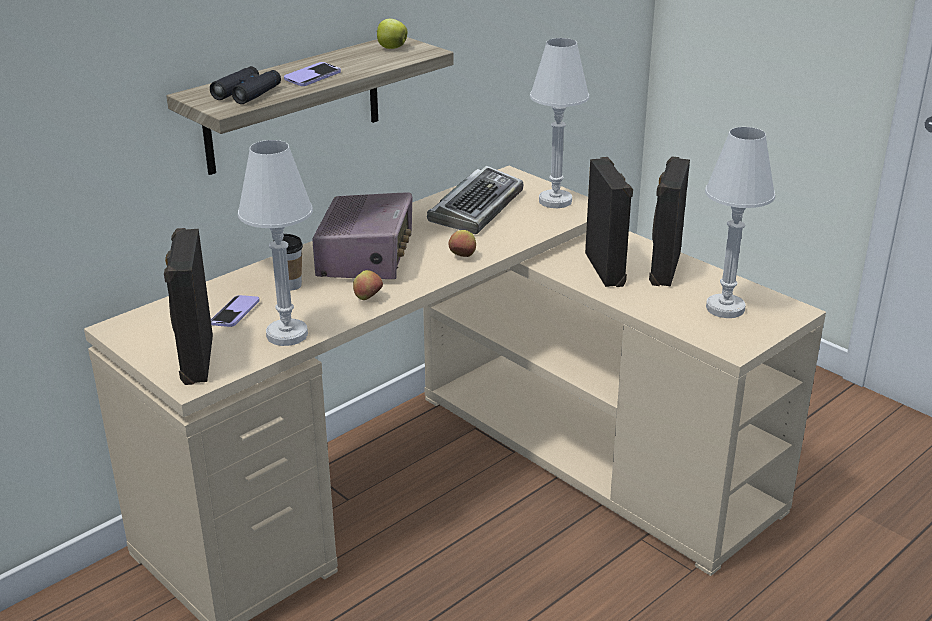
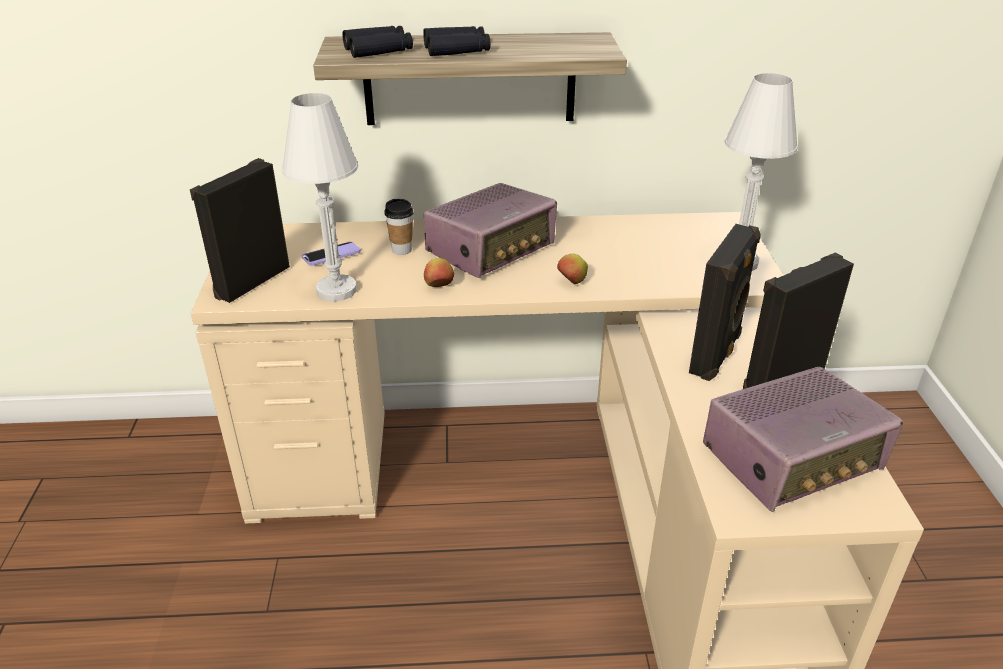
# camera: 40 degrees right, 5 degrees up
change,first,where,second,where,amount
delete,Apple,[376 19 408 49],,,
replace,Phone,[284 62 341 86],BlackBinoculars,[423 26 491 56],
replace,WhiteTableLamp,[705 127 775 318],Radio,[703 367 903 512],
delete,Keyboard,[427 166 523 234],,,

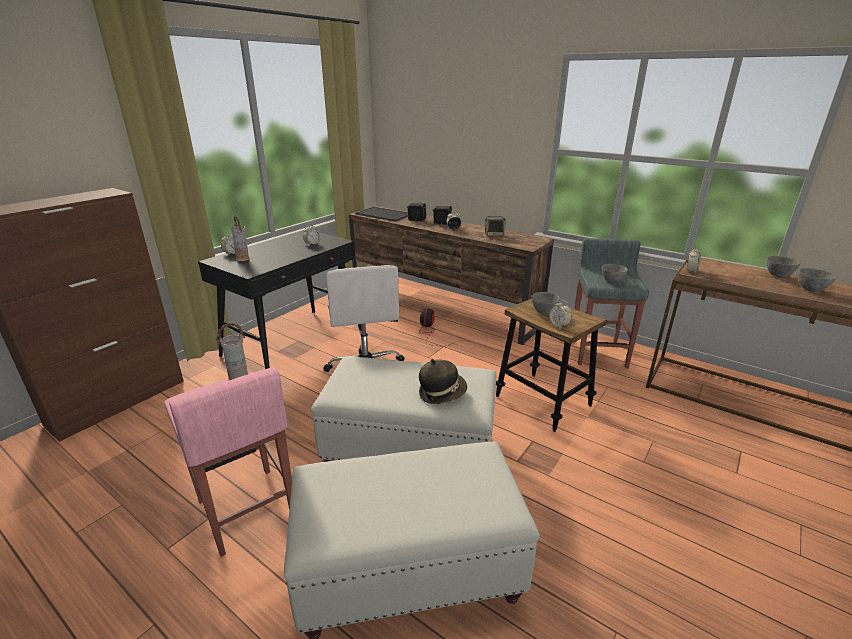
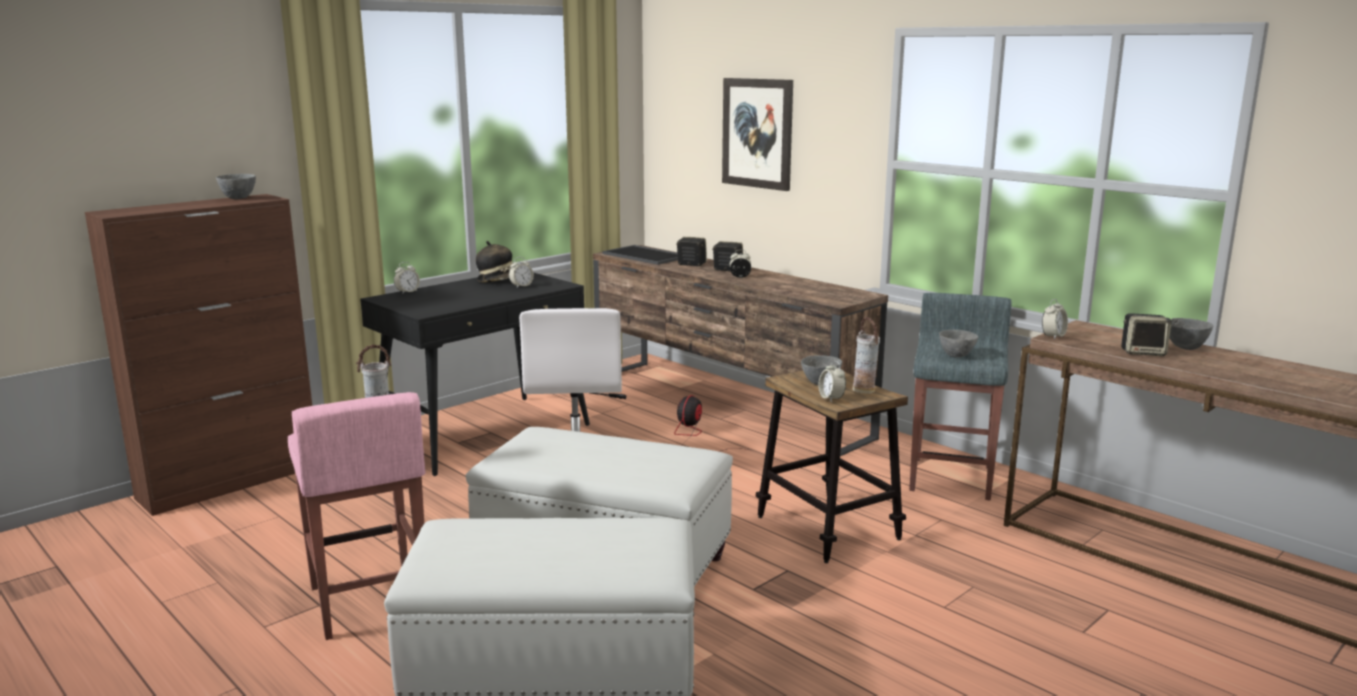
# camera: 10 degrees right, 10 degrees down
change,first,where,second,where,amount
move,Vase,[231 215 249 261],,[853 317 880 394],
move,Speaker,[485 216 506 236],,[1121 313 1172 356],
move,GreyBowl,[798 268 837 292],,[216 174 256 199],
move,Hat,[419 359 467 404],,[476 241 513 283],
insert,,,Picture,[722 78 793 191],

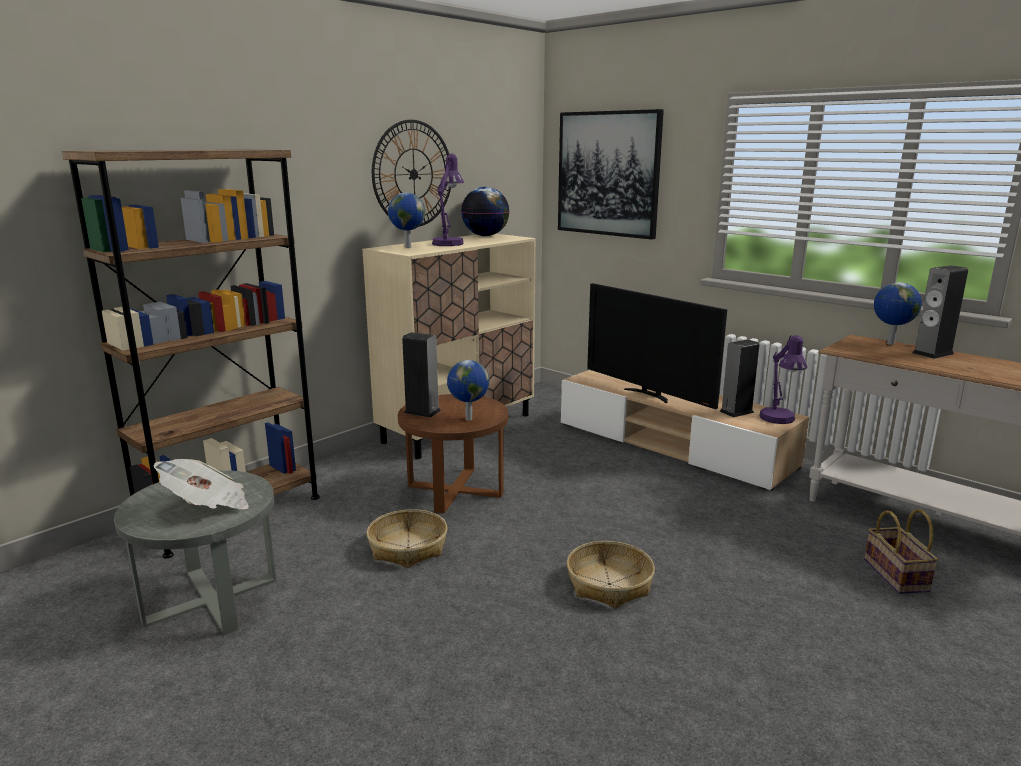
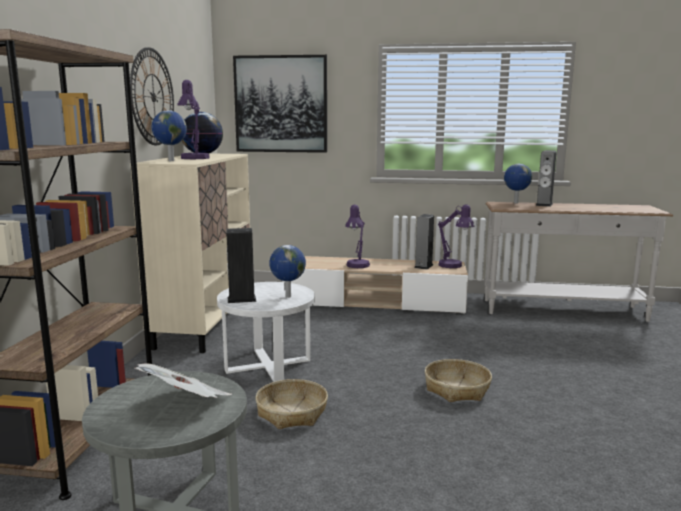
# camera: 35 degrees left, 5 degrees down
change,first,where,second,where,amount
replace,Television,[587 283 727 409],PurpleTableLamp,[345 205 370 268],
recolor,BrownSideTable,[398 394 509 513],WhiteSideTable,[217 282 315 382],
delete,Basket,[864 509 938 594],,,

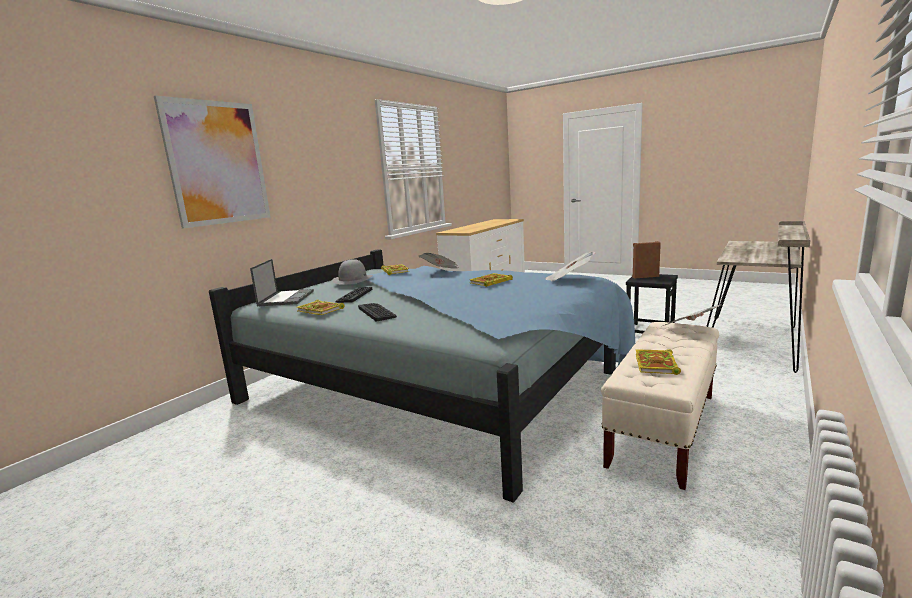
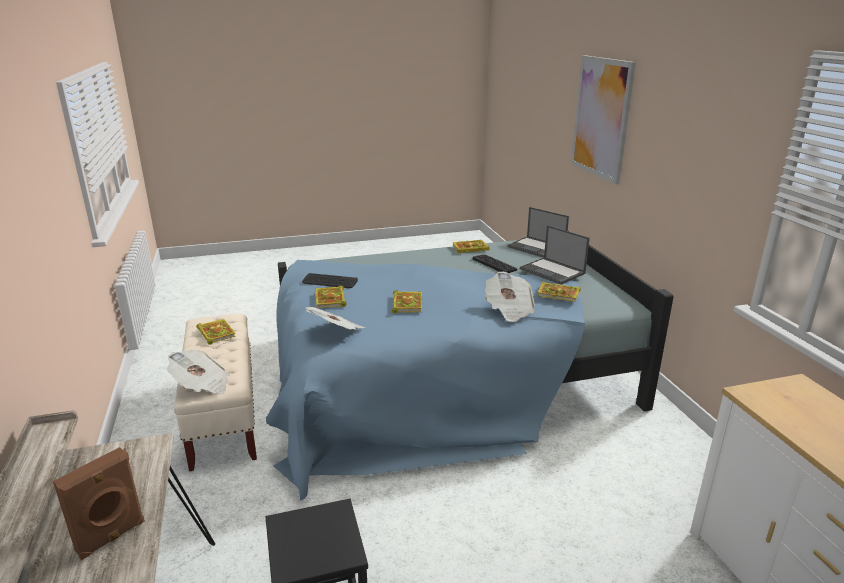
# camera: 130 degrees right, 10 degrees up
change,first,where,second,where,amount
move,BrownSpeaker,[632 241 661 278],,[53 447 145 560],
replace,GreyHat,[332 259 373 285],Laptop,[520 225 590 285],
move,Keyboard,[358 303 397 321],,[302 273 358 288],
insert,,,Book,[315 286 347 308],

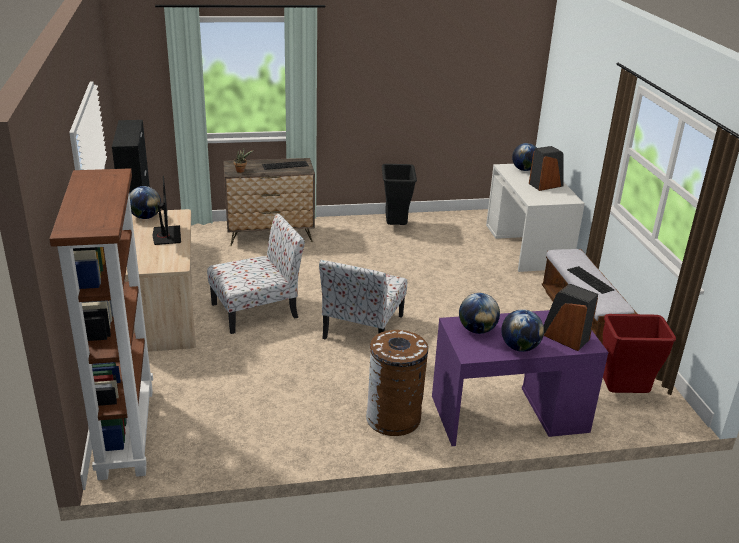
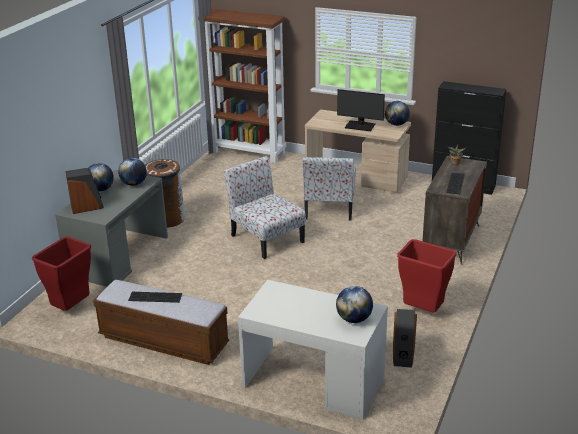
# camera: 125 degrees right, 0 degrees up
change,first,where,second,where,amount
move,Speaker,[529 146 563 191],,[393 309 417 368],
recolor,BlackTrashCan,[382 164 417 225],RedTrashCan,[397 239 456 312],
recolor,PurpleDesk,[432 310 608 446],GreyDesk,[55 170 168 287],

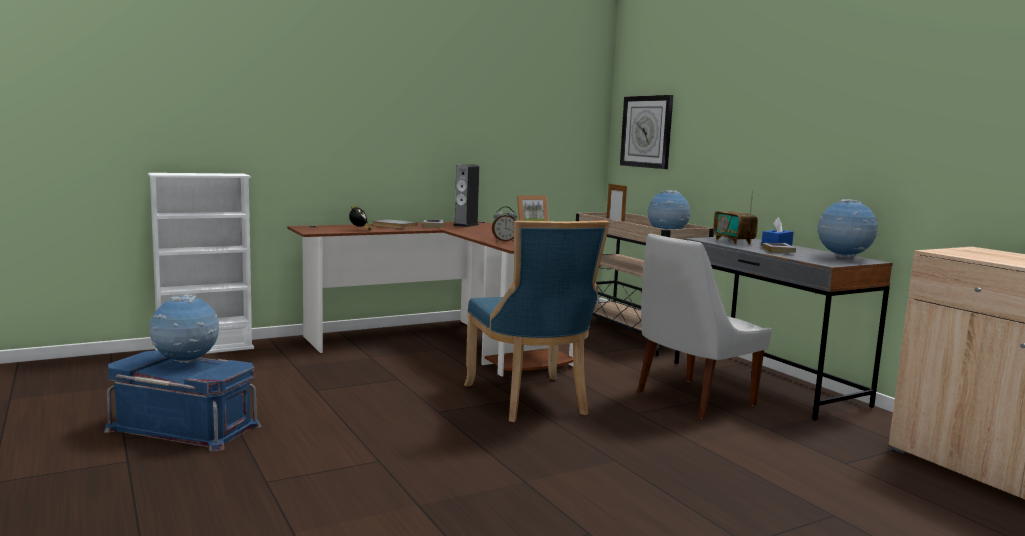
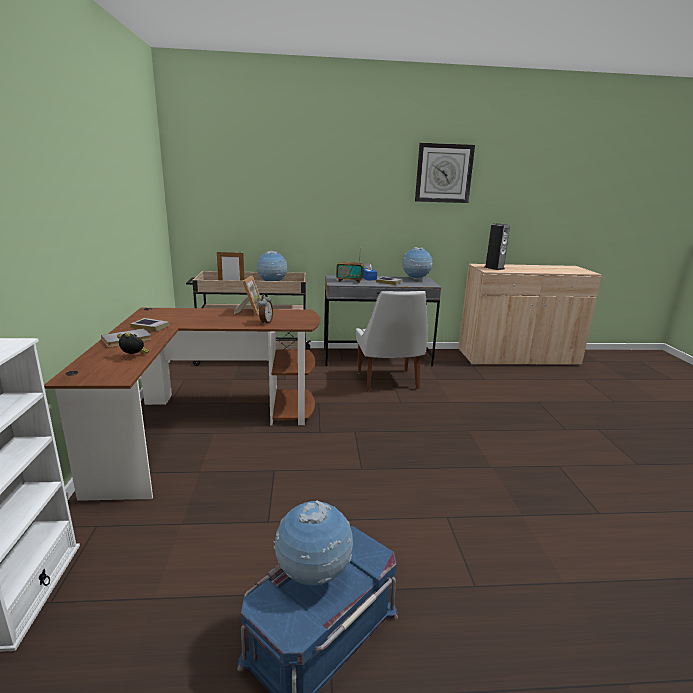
# camera: 65 degrees left, 10 degrees up
change,first,where,second,where,amount
move,WallClock,[620 95 673 169],,[415 143 475 203],
move,Speaker,[453 164 479 227],,[485 223 510 270],
delete,BlueChair,[464 221 610 422],,,

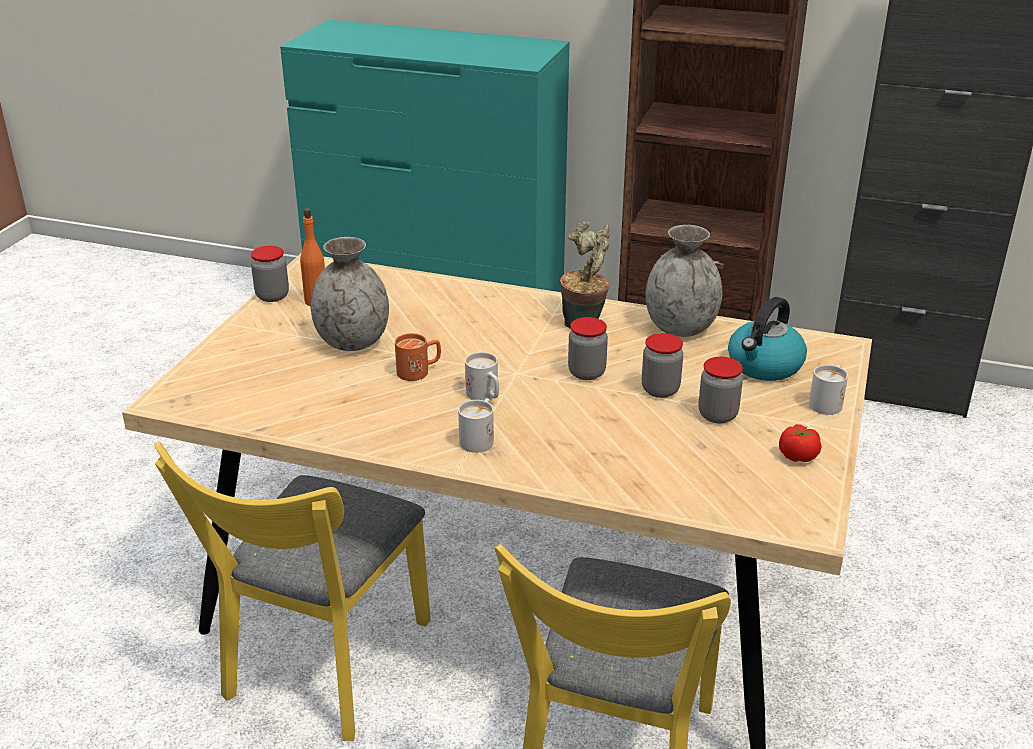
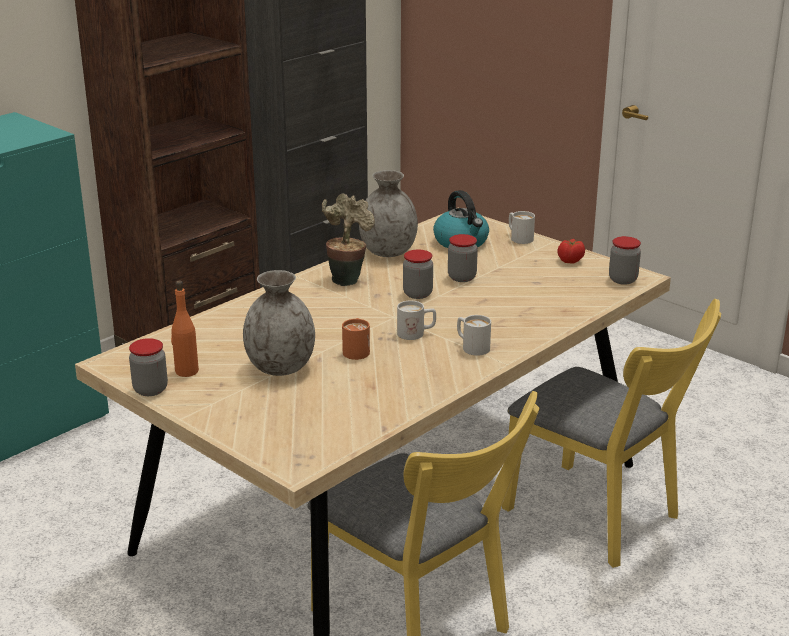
# camera: 65 degrees left, 5 degrees down
change,first,where,second,where,amount
move,Jar,[698 357 743 423],,[609 236 641 285],

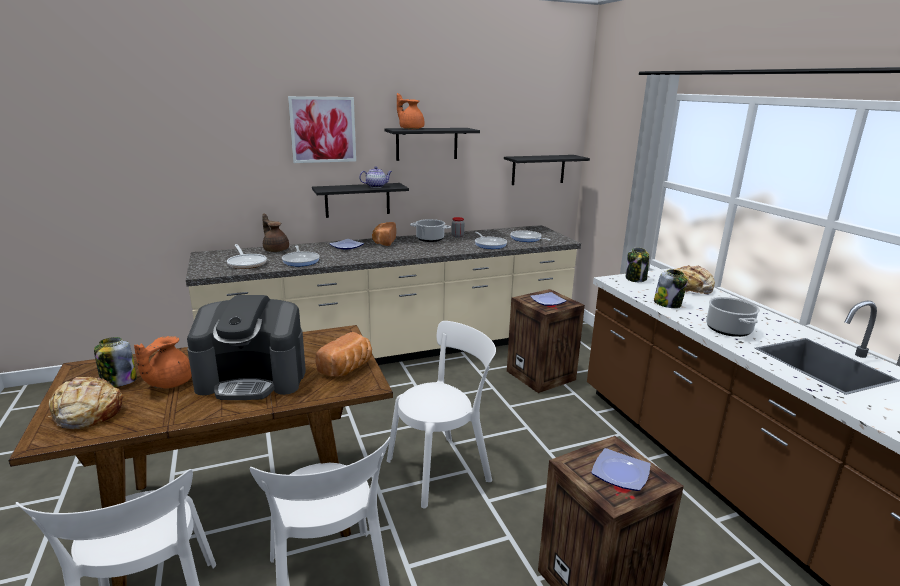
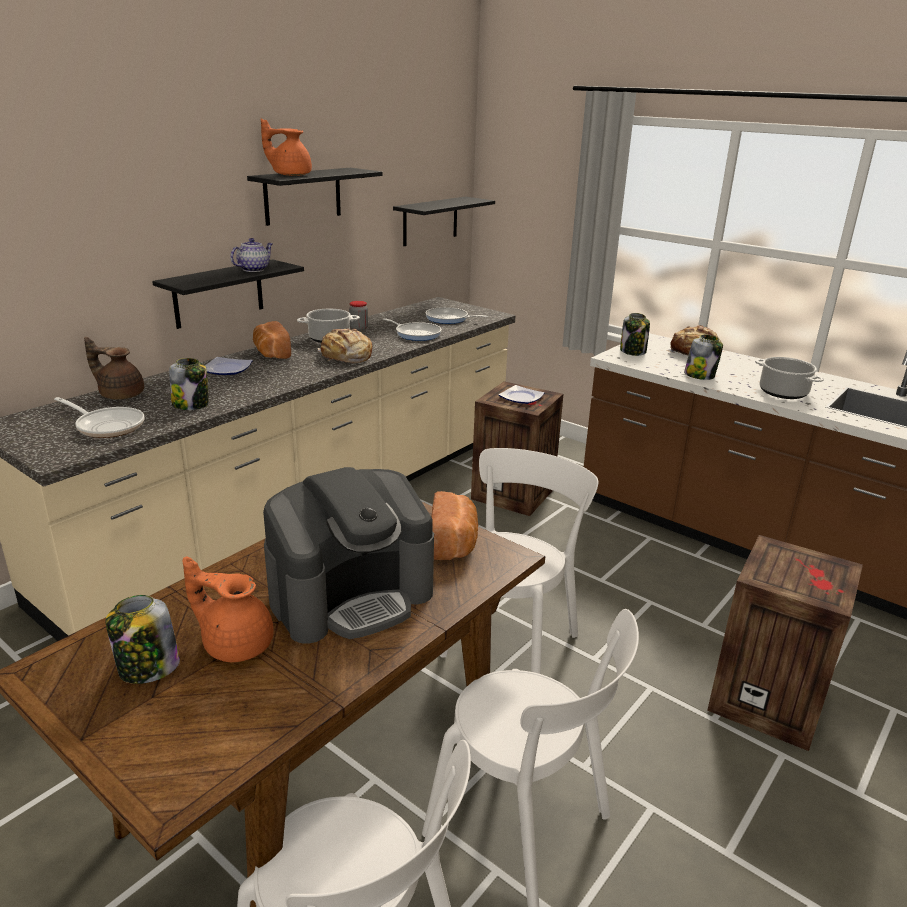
# camera: 30 degrees left, 5 degrees up
change,first,where,second,where,amount
delete,Picture,[288 96 356 163],,,
replace,FryingPan,[282 245 320 266],Jar,[169 358 209 410],
rotate,OrangeTeapot,[134 336 192 389],,[183 556 274 662],120 degrees clockwise
move,Bread,[49 377 123 429],,[317 328 372 363],
delete,Plate,[591 448 651 491],,,

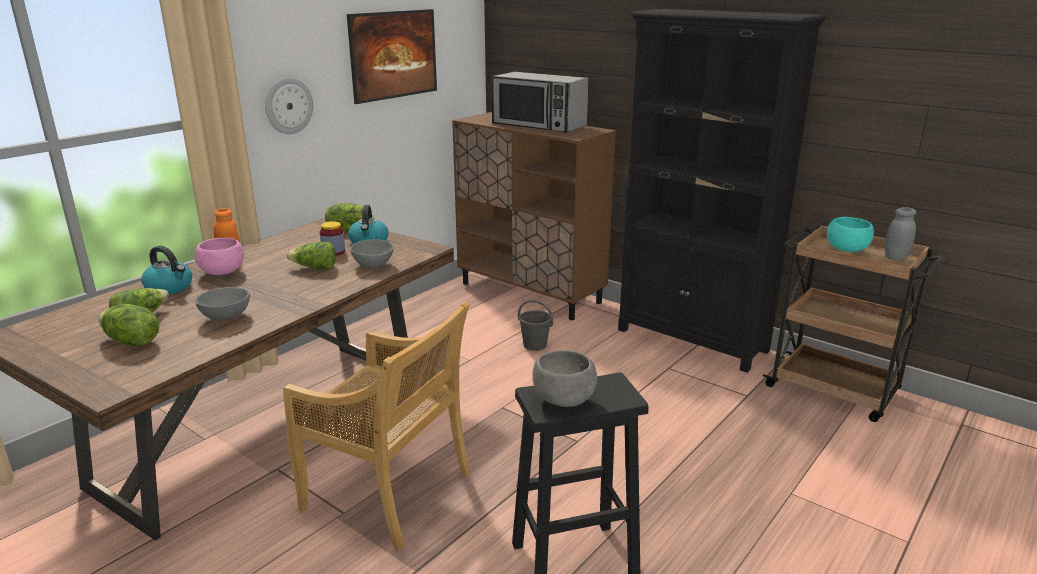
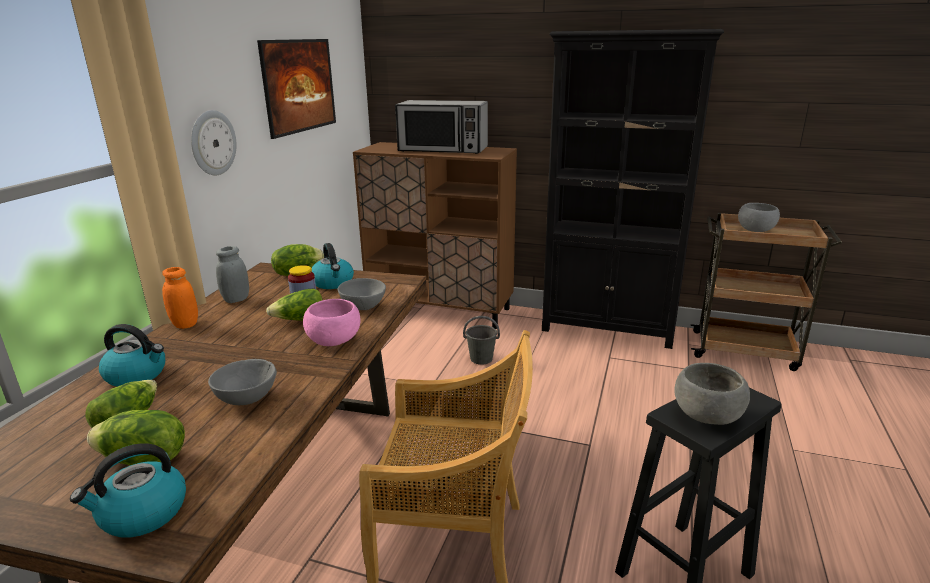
# camera: 20 degrees left, 0 degrees up
change,first,where,second,where,amount
move,GreyJar,[885 207 916 260],,[216 246 249 303],
recolor,TurquoiseBowl,[827 217 874 252],GreyBowl,[738 203 780 232],
move,PinkBowl,[195 238 244 275],,[303 299 360 346],
insert,,,Kettle,[70 443 186 538],

